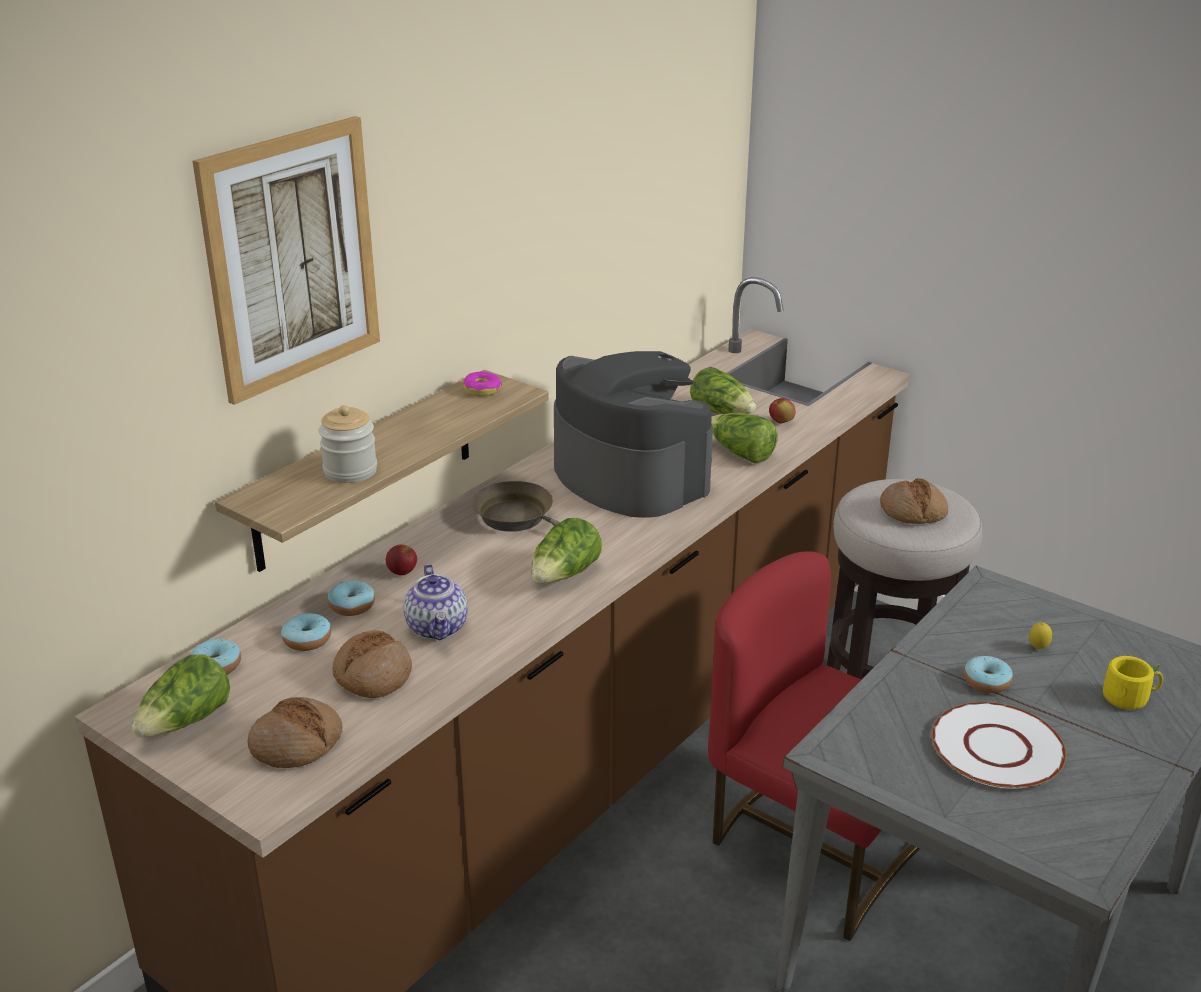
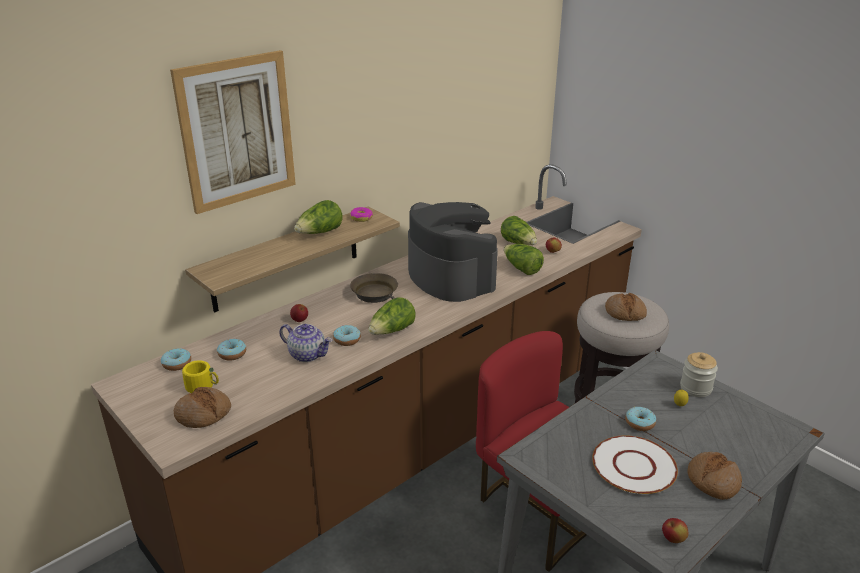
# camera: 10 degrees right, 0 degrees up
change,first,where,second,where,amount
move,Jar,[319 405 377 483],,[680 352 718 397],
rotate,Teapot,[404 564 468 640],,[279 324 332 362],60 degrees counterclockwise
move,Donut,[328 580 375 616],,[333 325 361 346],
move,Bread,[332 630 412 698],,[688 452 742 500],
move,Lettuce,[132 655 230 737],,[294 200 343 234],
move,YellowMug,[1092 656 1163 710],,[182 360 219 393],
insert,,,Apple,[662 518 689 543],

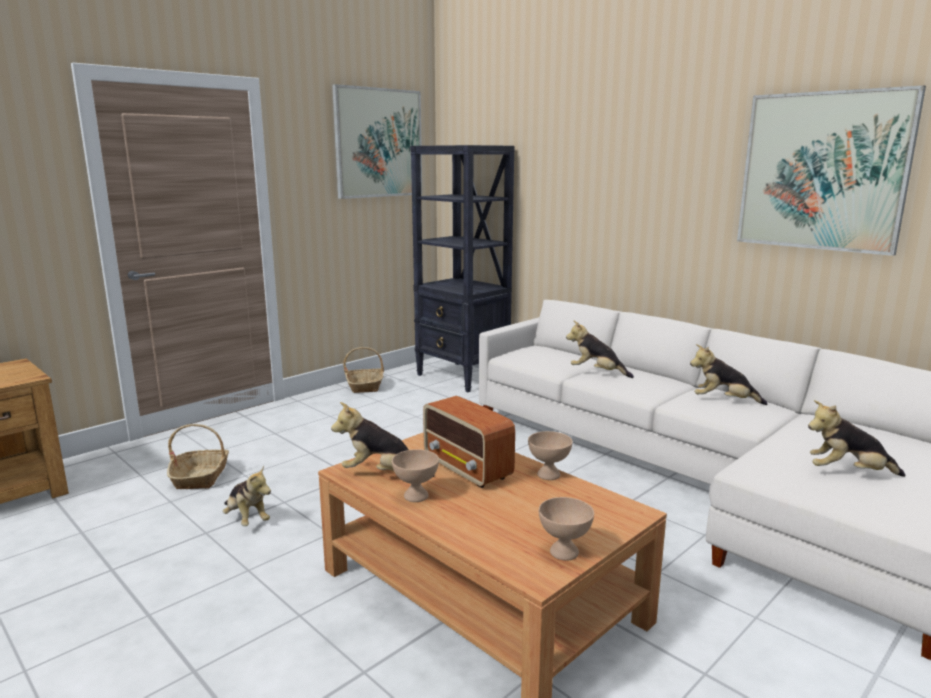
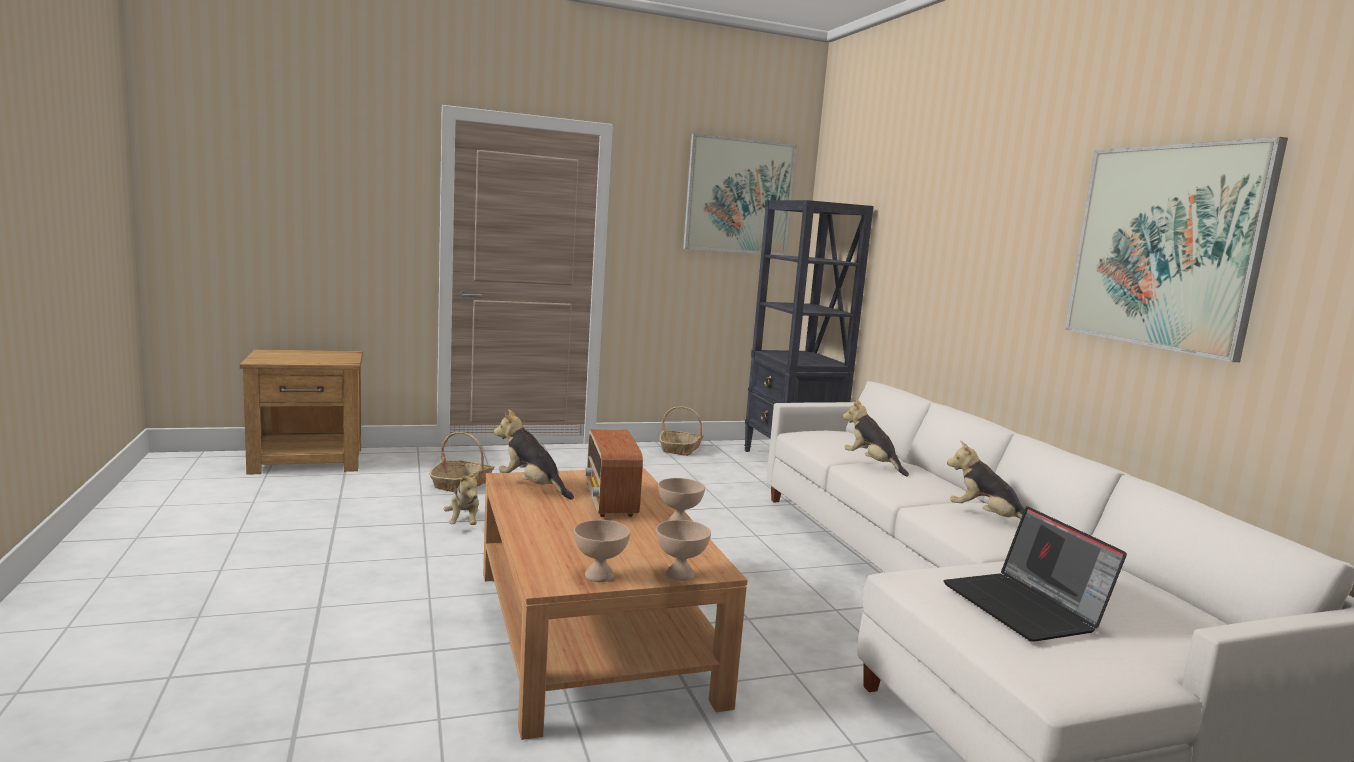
# camera: 25 degrees right, 5 degrees down
change,first,where,second,where,amount
replace,PlushToy,[808 400 905 477],Laptop,[943 506 1127 642],
move,BeigeBowl,[392 449 439 502],,[656 520 711 581],

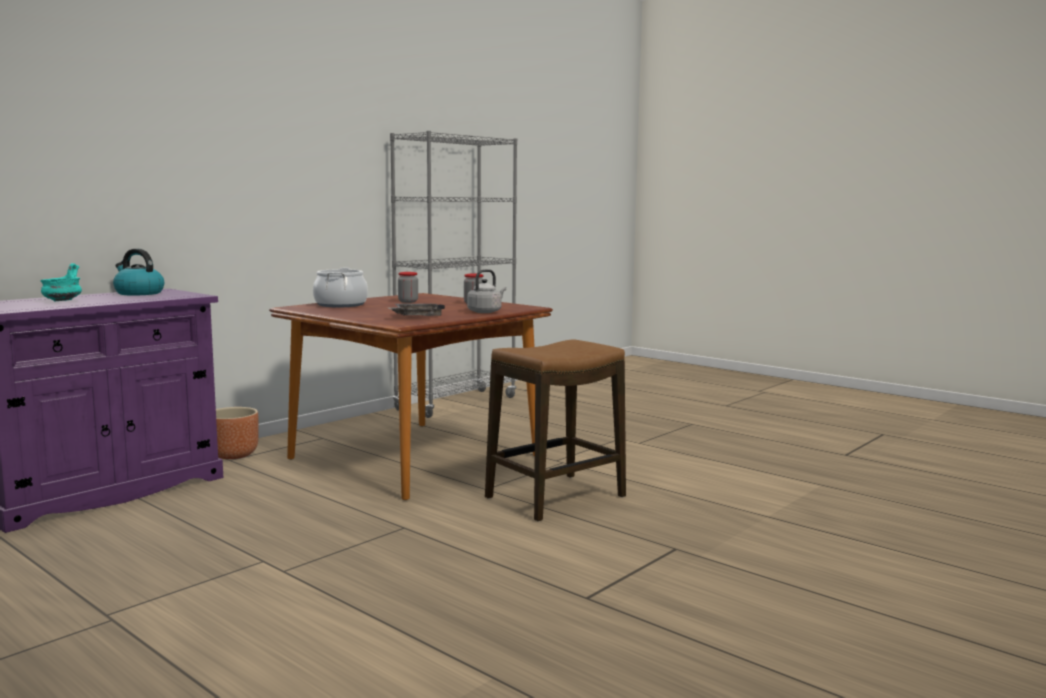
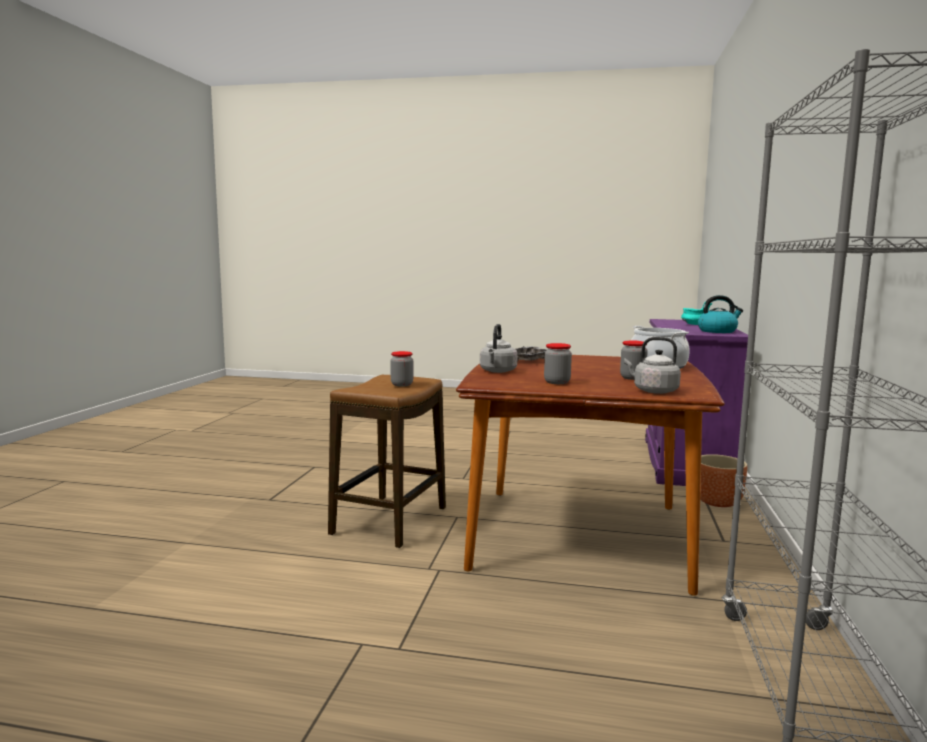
# camera: 150 degrees right, 0 degrees up
change,first,where,second,where,amount
insert,,,GreyKettle,[624 337 681 394],
insert,,,Jar,[391 351 413 386],

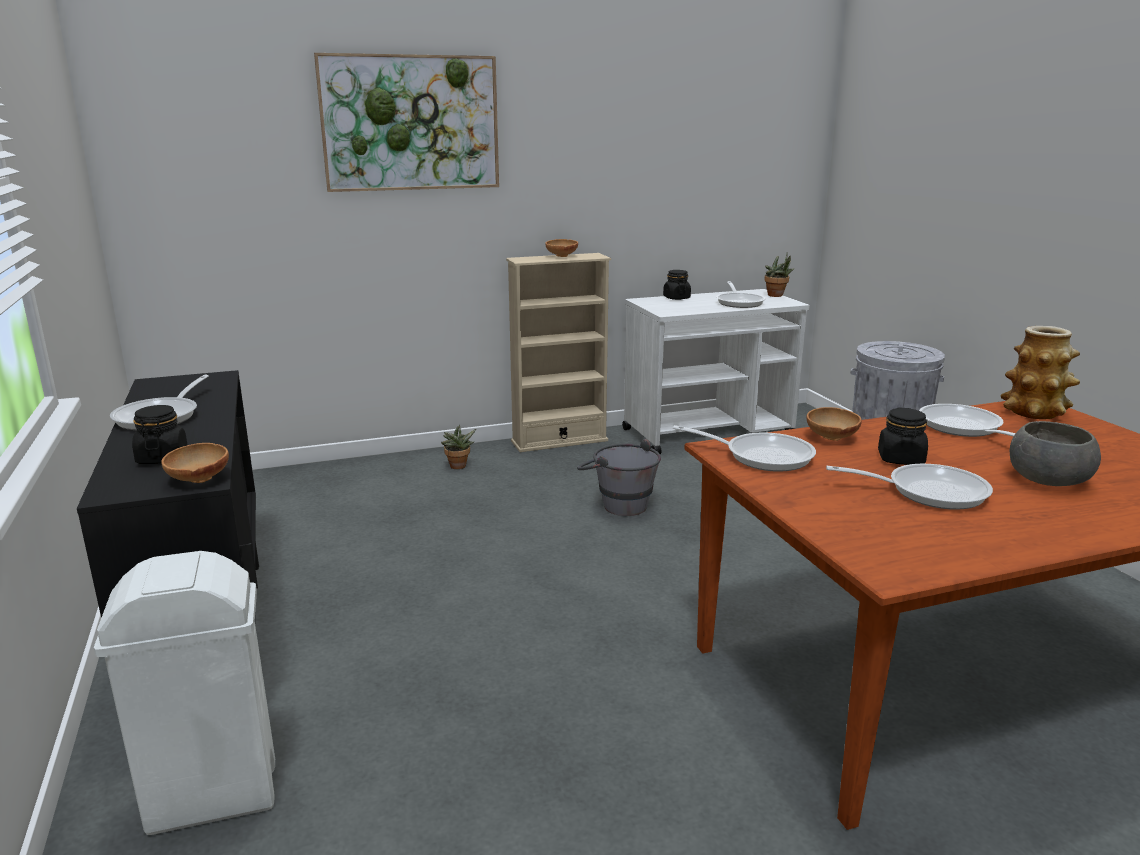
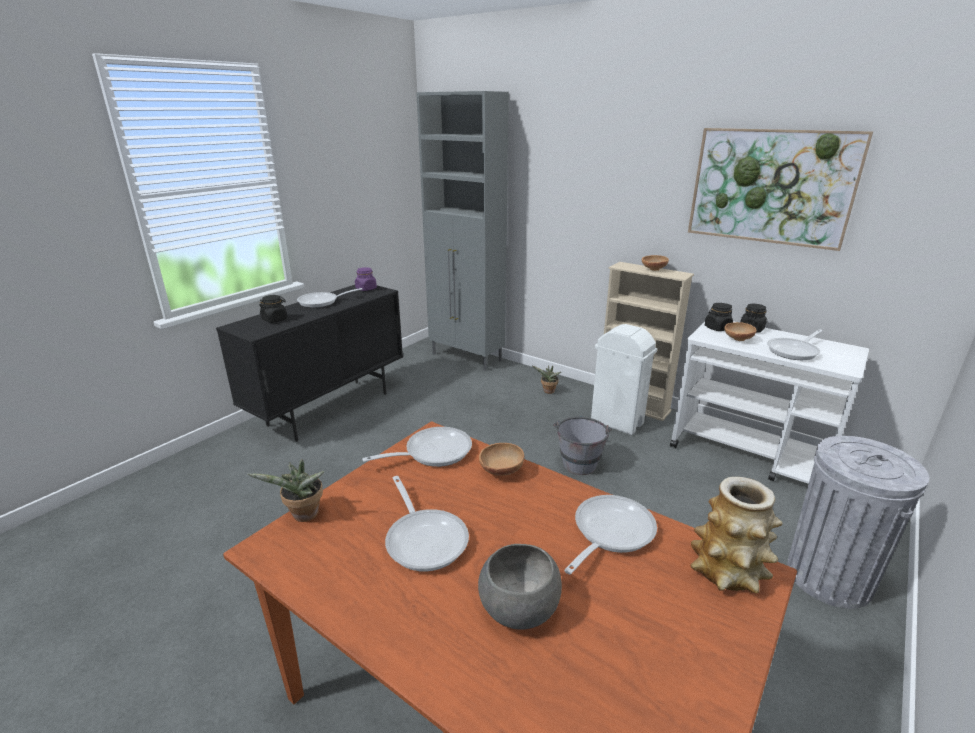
# camera: 55 degrees right, 5 degrees up
change,first,where,second,where,amount
move,Picture,[314 53 499 192],,[688 128 873 251],
move,PottedPlant,[764 252 795 297],,[247 459 324 522],
move,BlackJar,[878 407 928 465],,[705 303 733 331],
rotate,FryingPan,[673 425 816 472],,[362 427 472 467],105 degrees counterclockwise
move,BrownBowl,[161 443 229 483],,[724 322 757 341],
move,WhiteTrashCan,[94 551 275 835],,[591 324 657 435],
insert,,,GreyCabinet,[416 91 509 371],
insert,,,PurpleJar,[355 267 377 291],

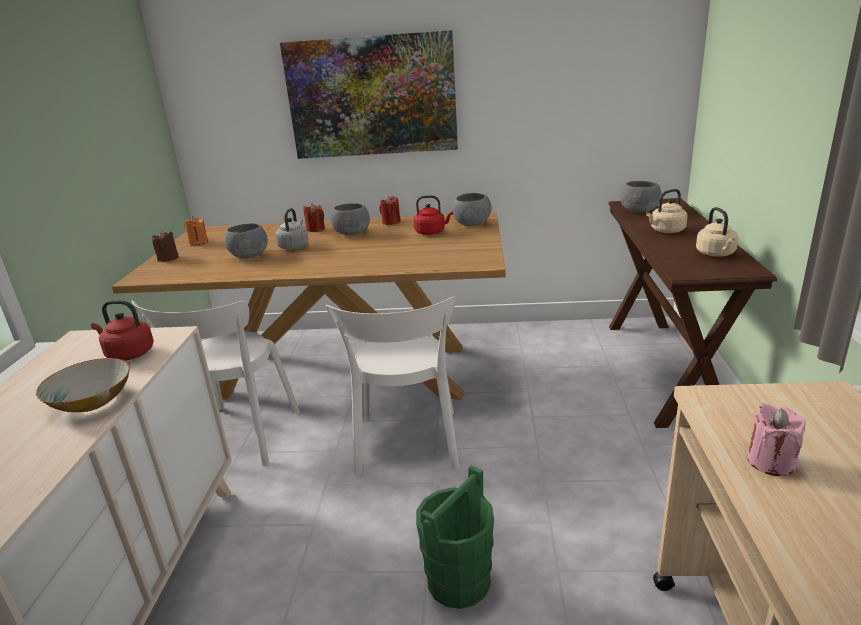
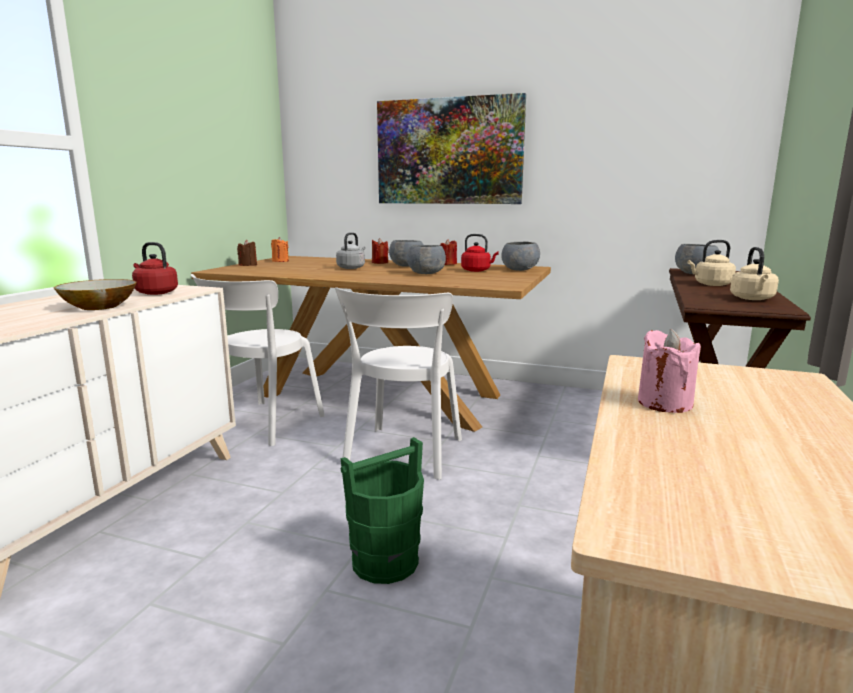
# camera: 15 degrees right, 10 degrees down
change,first,where,second,where,amount
move,GreyBowl,[224 224 268 258],,[406 245 446 274],

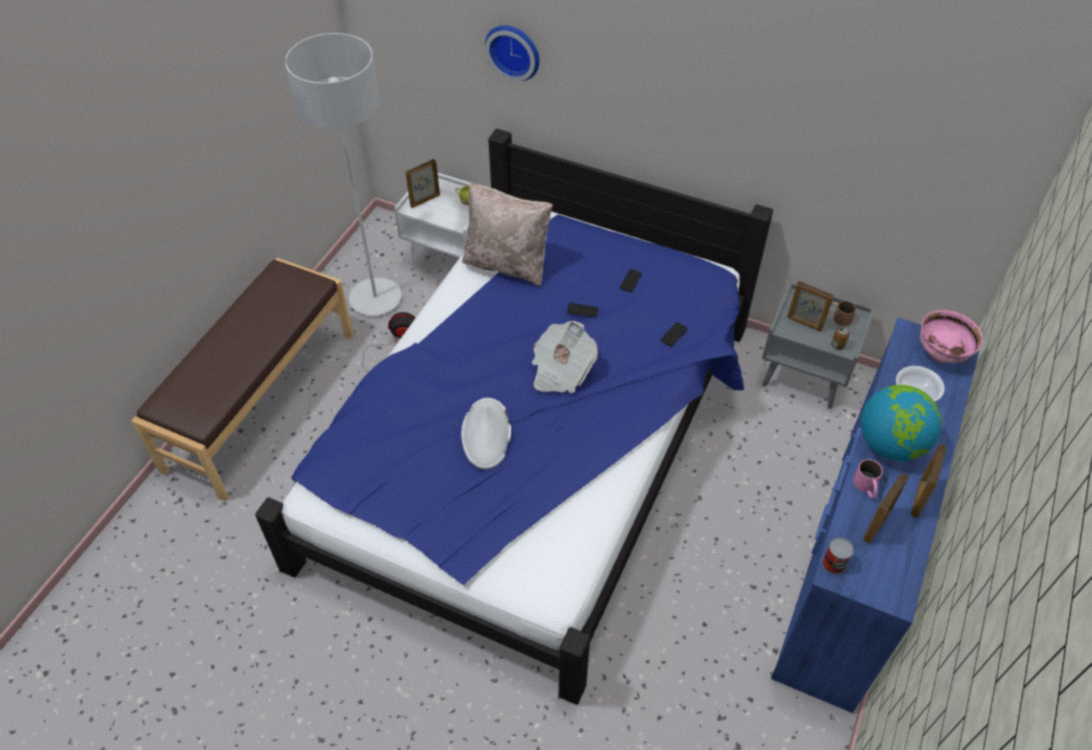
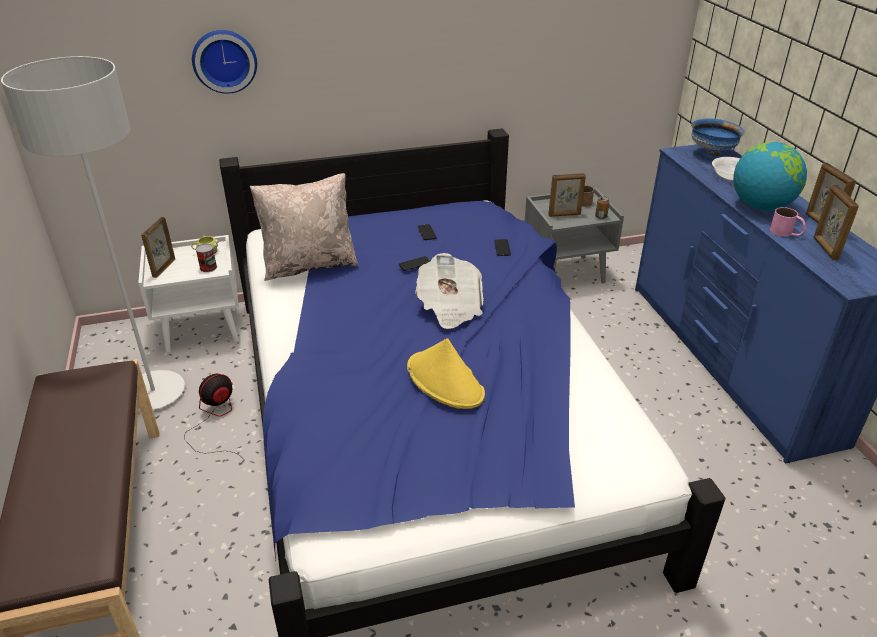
# camera: 40 degrees left, 15 degrees down
change,first,where,second,where,amount
recolor,PinkBowl,[920 310 983 363],BlueBowl,[691 119 745 159],
recolor,WhiteHat,[461 398 511 469],YellowHat,[407 338 485 409],
move,Can,[822 538 854 574],,[196 243 217 272],

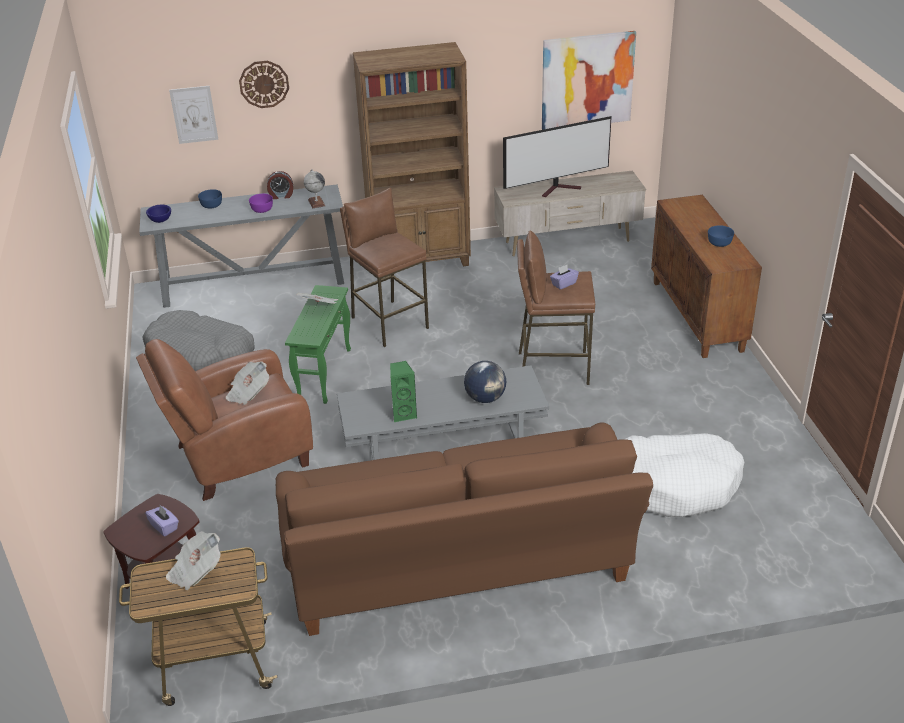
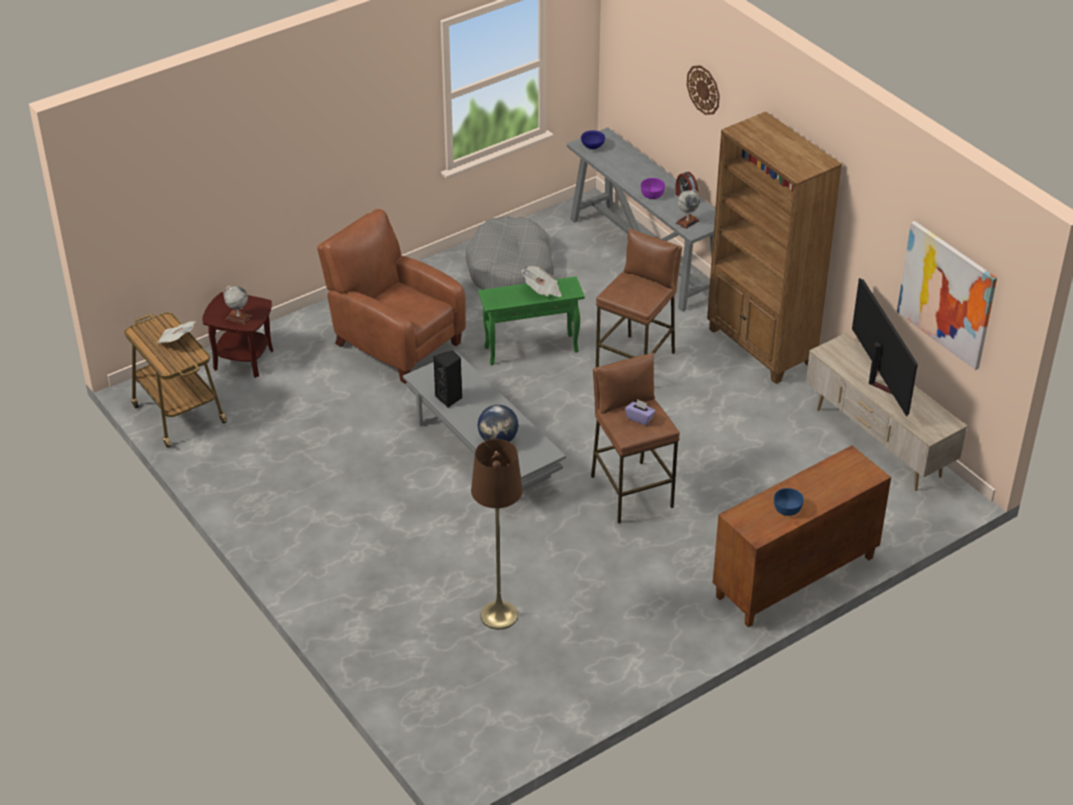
# camera: 65 degrees right, 5 degrees up
change,first,where,second,where,amount
delete,Picture,[169 86 218 144],,,
rotate,Television,[503 116 612 197],,[852 278 918 417],150 degrees counterclockwise
delete,BlueBowl,[198 189 222 208],,,
delete,Newspaper,[225 361 269 405],,,
recolor,GreenSpeaker,[390 361 417 422],BlackSpeaker,[433 350 462 408],
delete,BrownSofa,[276 422 653 636],,,
replace,WhiteDogBed,[625 433 744 517],BrownFloorLamp,[471 439 523 630],
replace,PurpleTissueBox,[145 505 179 537],Globe,[223 286 251 324],

